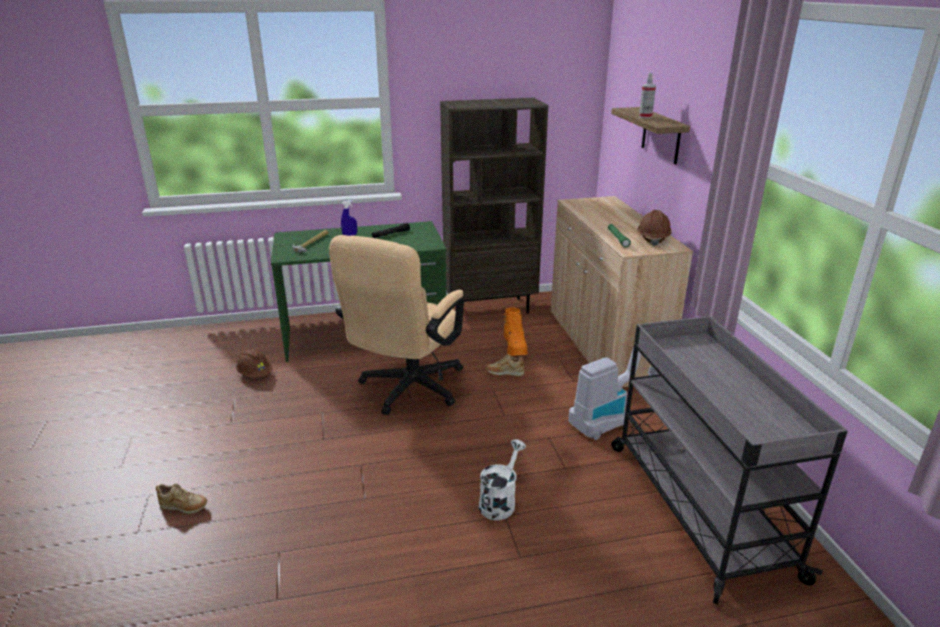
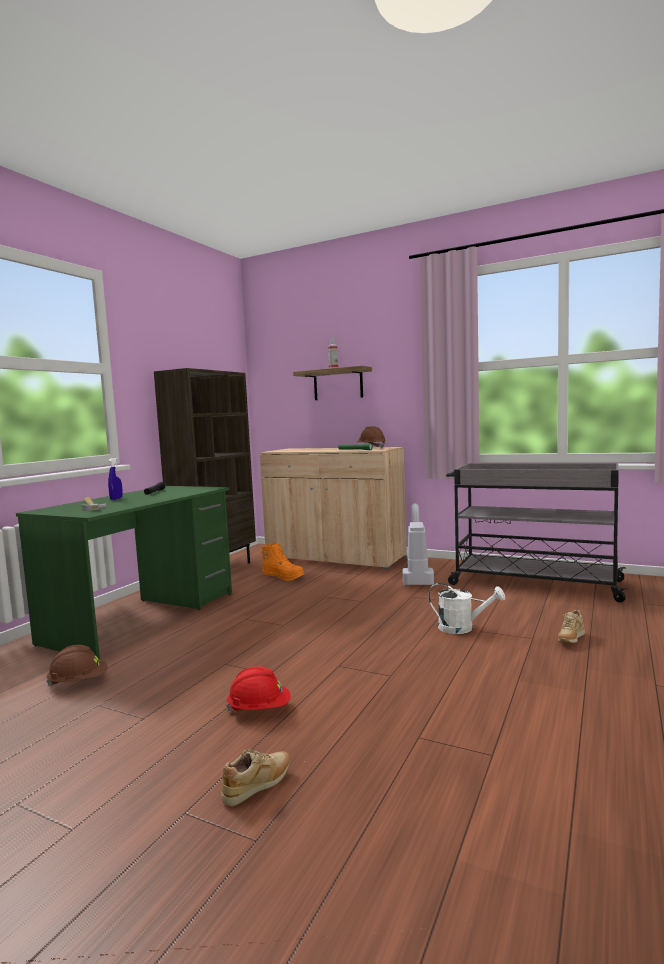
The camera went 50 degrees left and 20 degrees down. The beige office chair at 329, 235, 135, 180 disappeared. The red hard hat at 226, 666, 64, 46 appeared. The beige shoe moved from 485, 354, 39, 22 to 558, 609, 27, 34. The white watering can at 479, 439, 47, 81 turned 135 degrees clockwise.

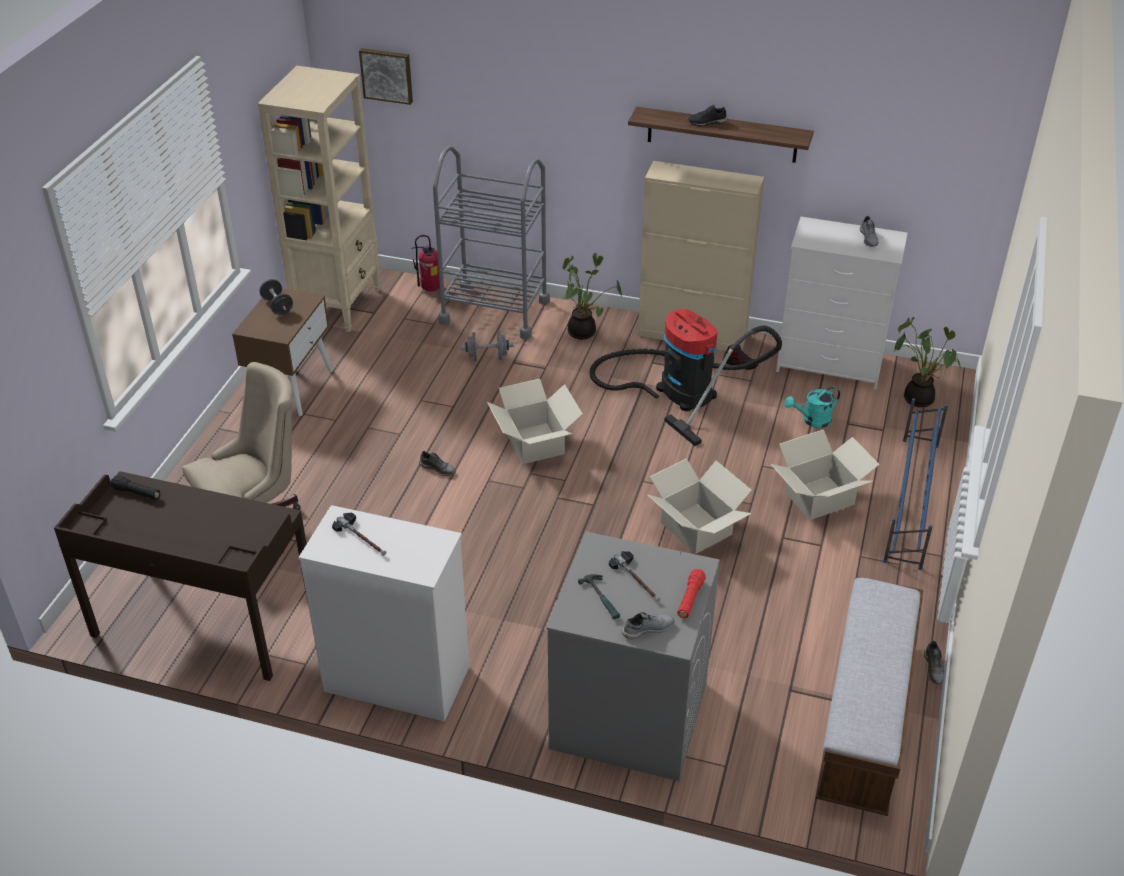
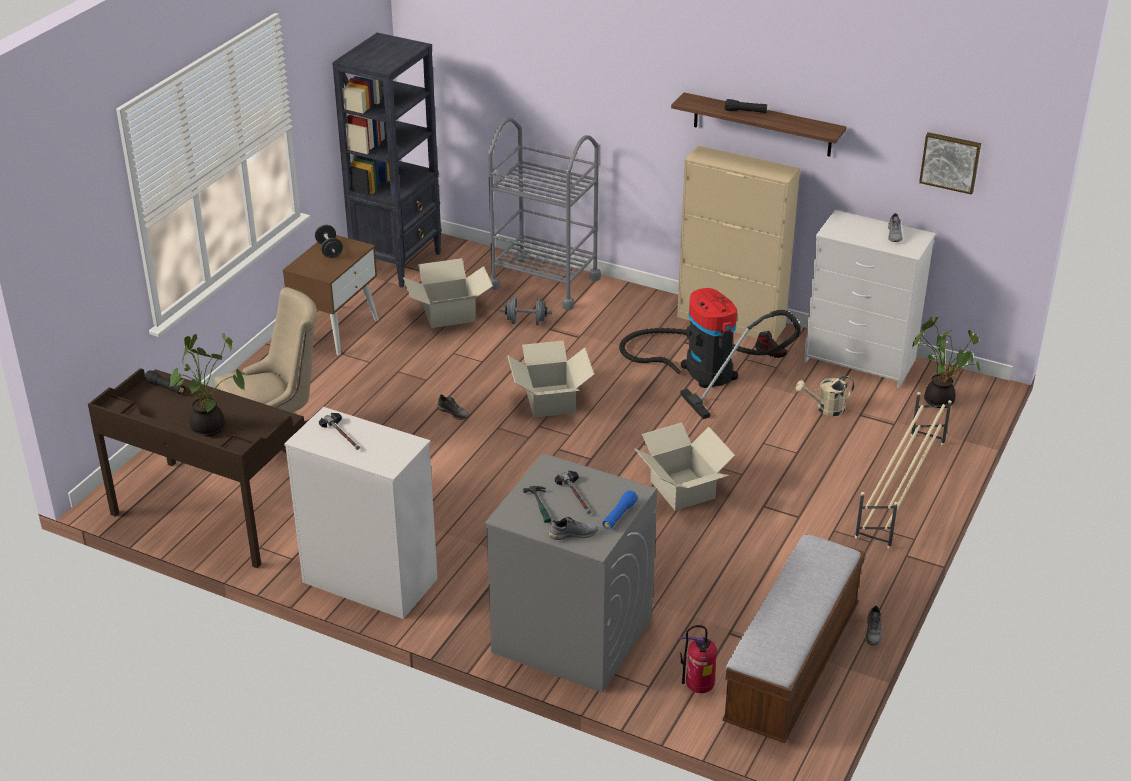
The camera went 10 degrees right and 5 degrees down. The picture moved from 359, 48, 54, 57 to 919, 132, 62, 63. The fire extinguisher moved from 411, 235, 29, 56 to 680, 625, 37, 68. The potted plant moved from 562, 253, 60, 86 to 169, 333, 76, 104. The cardboard box moved from 771, 429, 109, 91 to 403, 258, 90, 70. The black shoe at 687, 105, 40, 21 was replaced by the black flashlight at 725, 99, 42, 14. The beige bookcase at 258, 66, 122, 266 became the black bookcase at 332, 33, 110, 255. The red flashlight at 677, 569, 29, 49 became the blue flashlight at 602, 490, 36, 39. The turquoise watering can at 784, 386, 56, 42 became the beige watering can at 796, 376, 58, 40. The blue shoe rack at 883, 398, 65, 172 became the beige shoe rack at 855, 392, 97, 157.

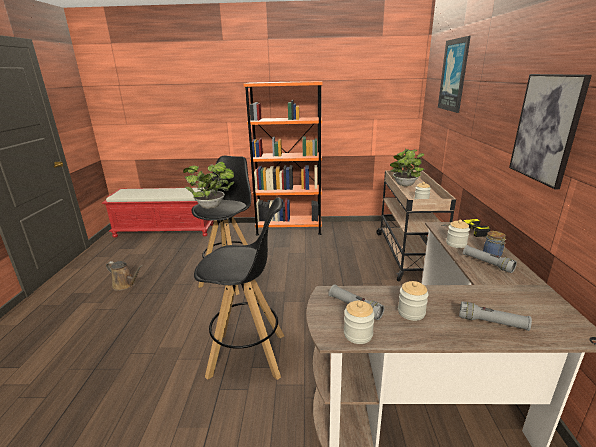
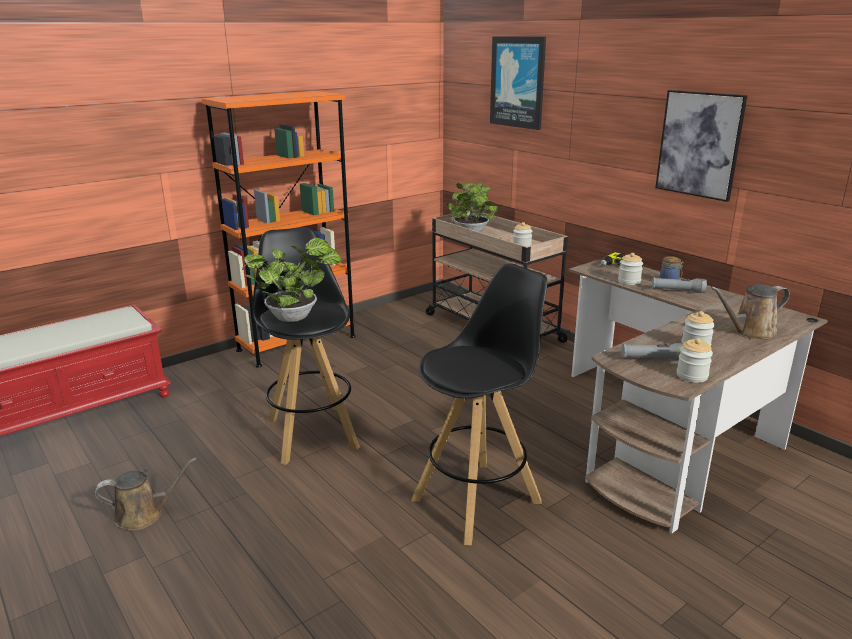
The camera went 40 degrees left and 0 degrees up. The grey flashlight at 459, 302, 73, 29 was replaced by the brown watering can at 710, 284, 80, 55.

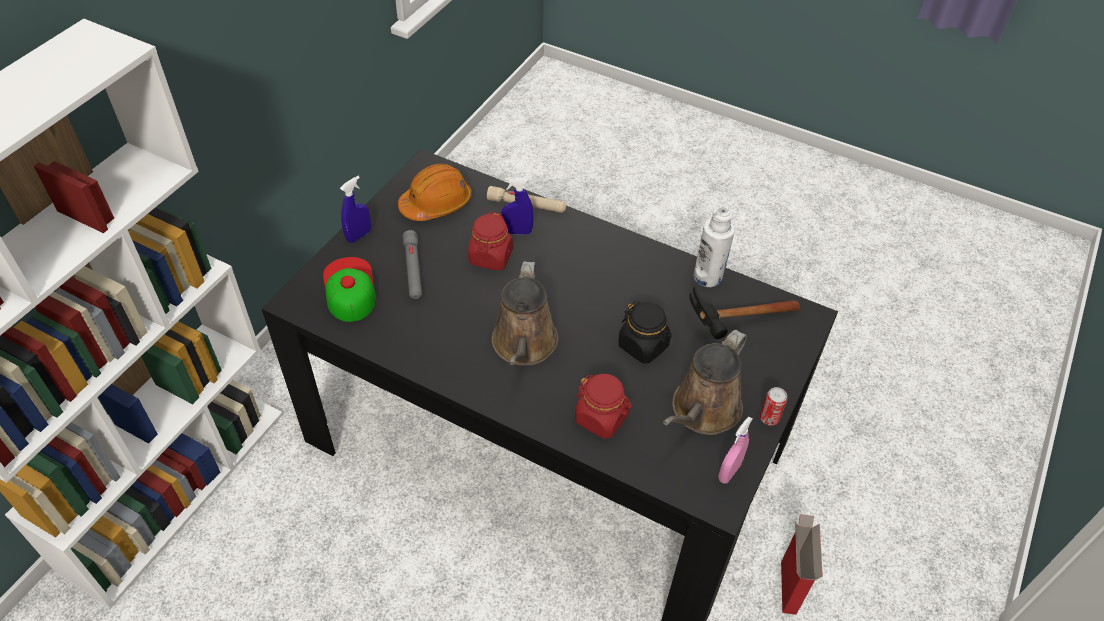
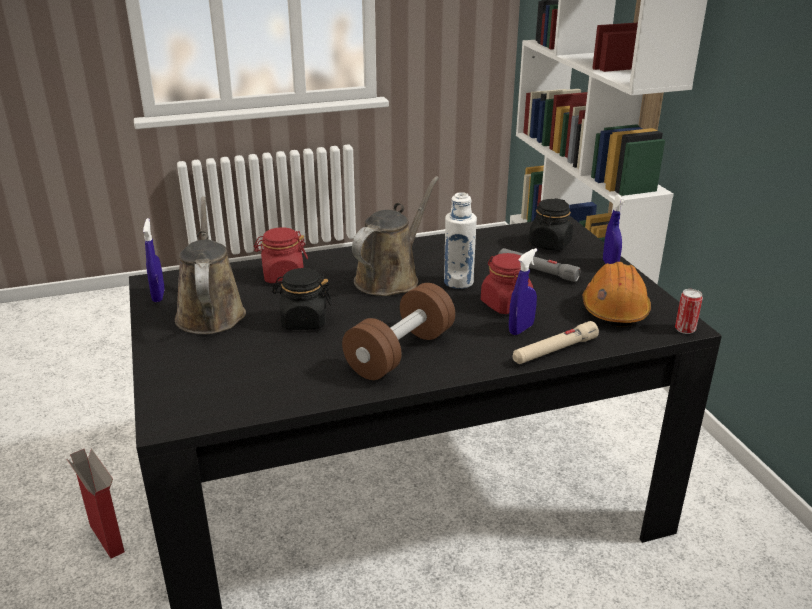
The camera went 135 degrees right and 20 degrees down. The hammer at 689, 286, 111, 53 disappeared. The brown dumbbell at 342, 283, 113, 97 appeared. The white bottle moved from 694, 206, 41, 81 to 444, 192, 33, 97. The can moved from 760, 387, 27, 39 to 675, 289, 28, 45. The cap at 323, 257, 53, 65 was replaced by the black jar at 529, 198, 44, 53. The pink spray bottle at 718, 416, 34, 68 became the blue spray bottle at 143, 218, 22, 84. The brown watering can at 492, 261, 66, 105 turned 75 degrees clockwise.

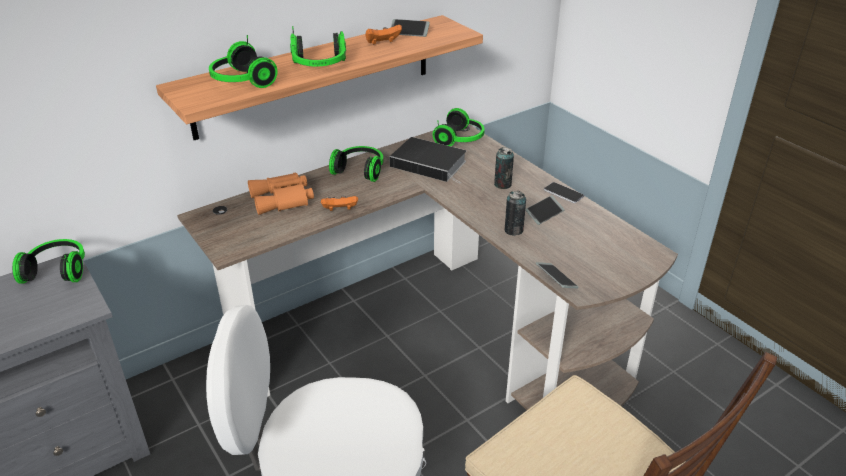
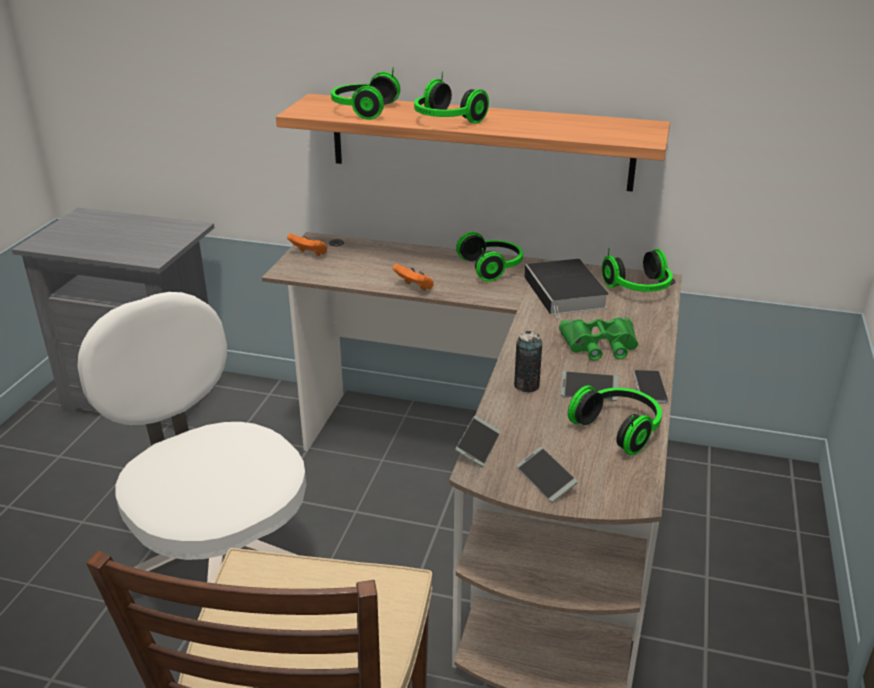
The camera went 50 degrees right and 5 degrees down. The orange binoculars at 248, 173, 66, 42 disappeared. The headphones moved from 12, 239, 73, 45 to 568, 385, 94, 70. The orange game controller moved from 366, 25, 36, 20 to 287, 233, 40, 23. The phone moved from 391, 19, 39, 18 to 516, 447, 62, 55. The can at 494, 147, 20, 42 was replaced by the green binoculars at 559, 317, 79, 44.

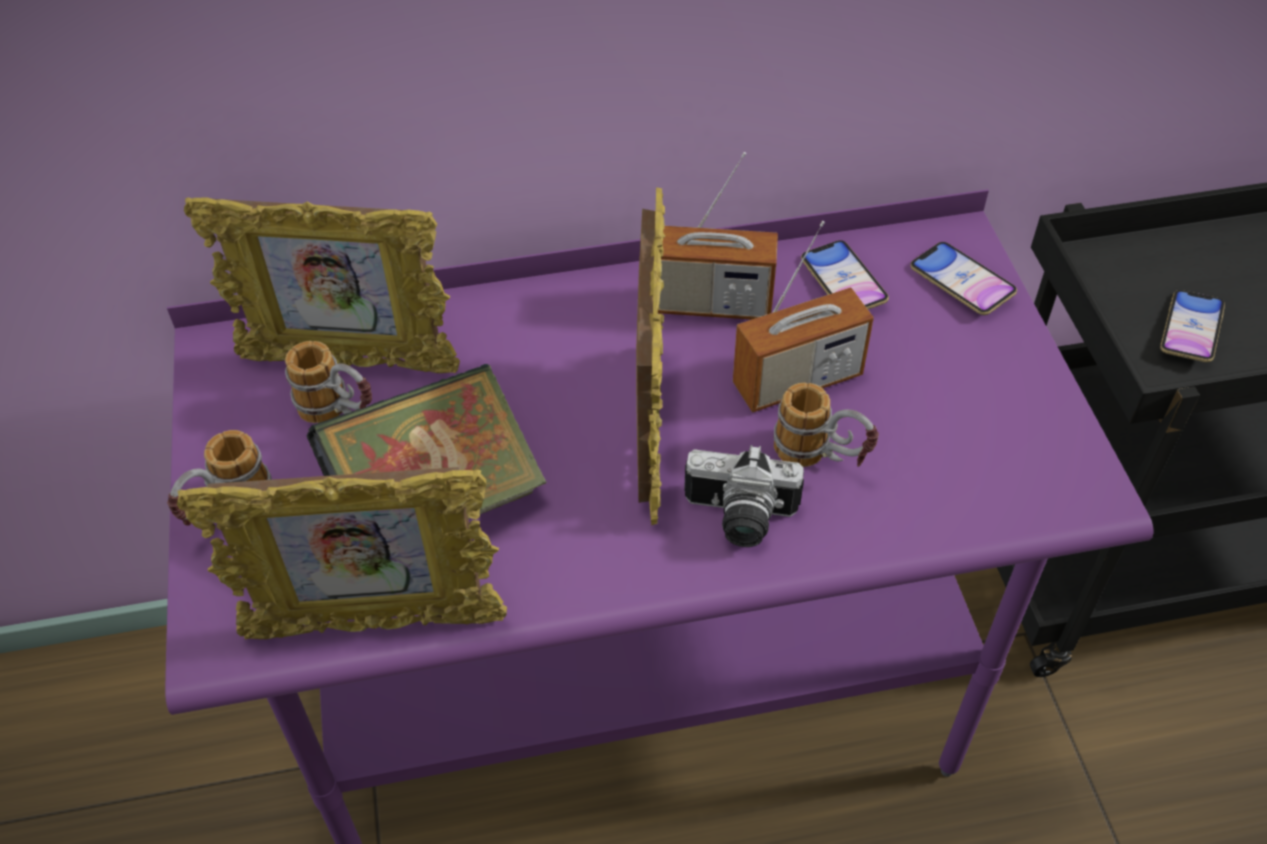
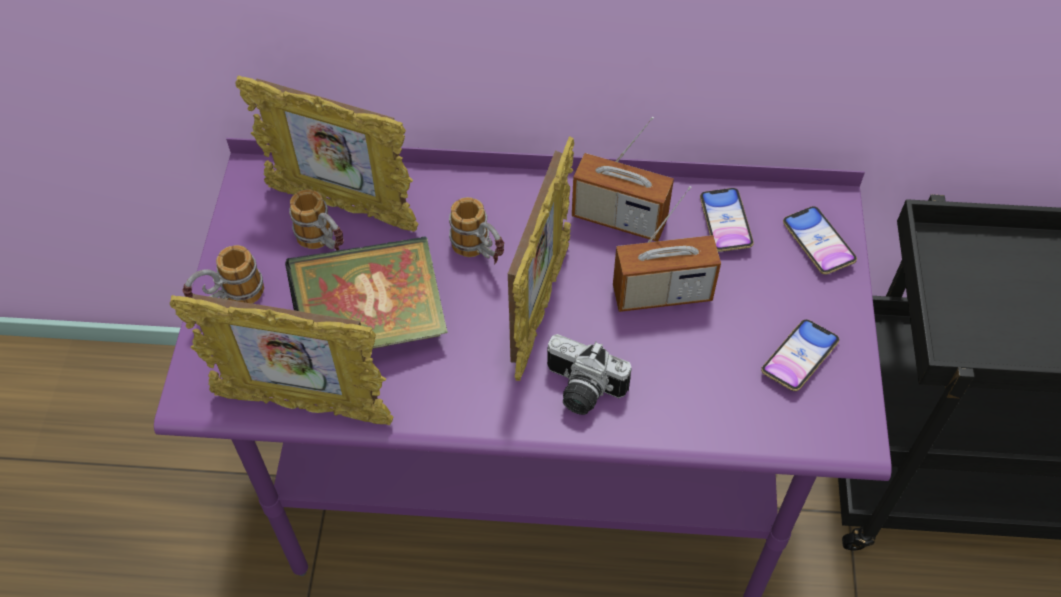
The camera went 15 degrees right and 5 degrees up. The mug moved from 774, 382, 105, 85 to 449, 197, 55, 68. The phone moved from 1160, 290, 65, 72 to 761, 320, 78, 71.

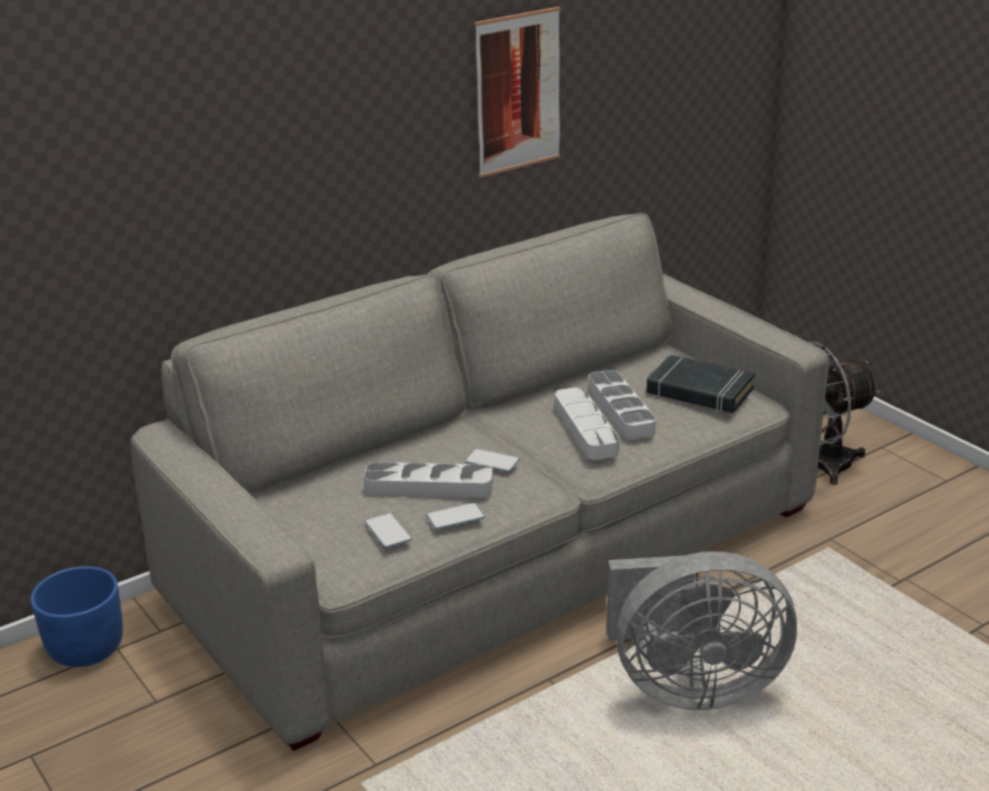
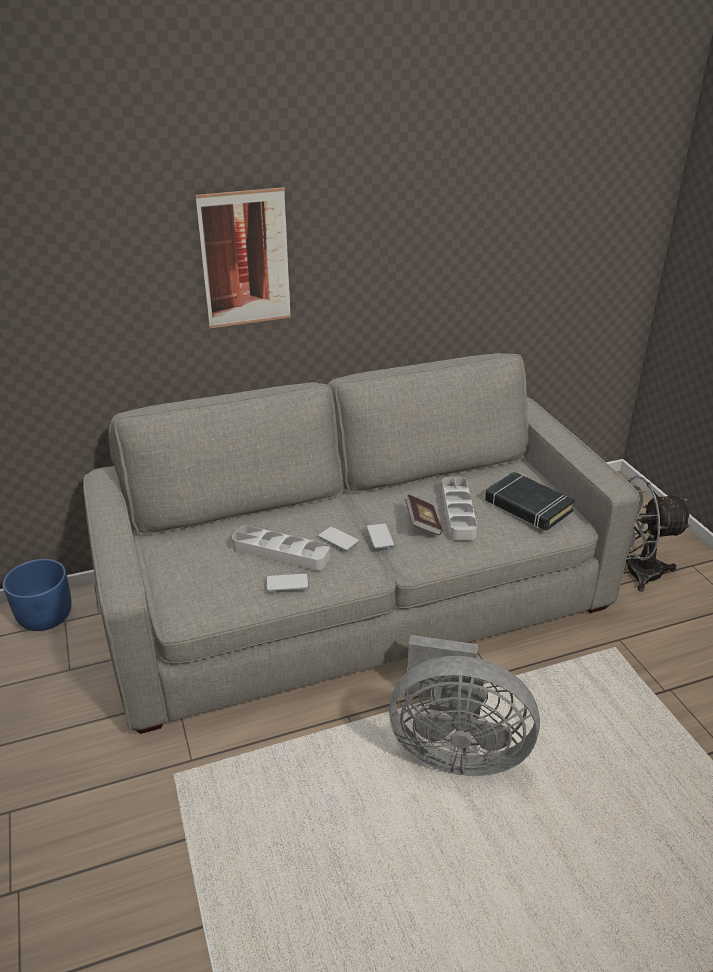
The camera went 15 degrees right and 5 degrees up. The phone moved from 365, 513, 47, 35 to 366, 523, 29, 26. The picture moved from 475, 7, 86, 171 to 195, 187, 96, 141. The grey tray at 555, 387, 64, 73 was replaced by the book at 405, 495, 37, 40.

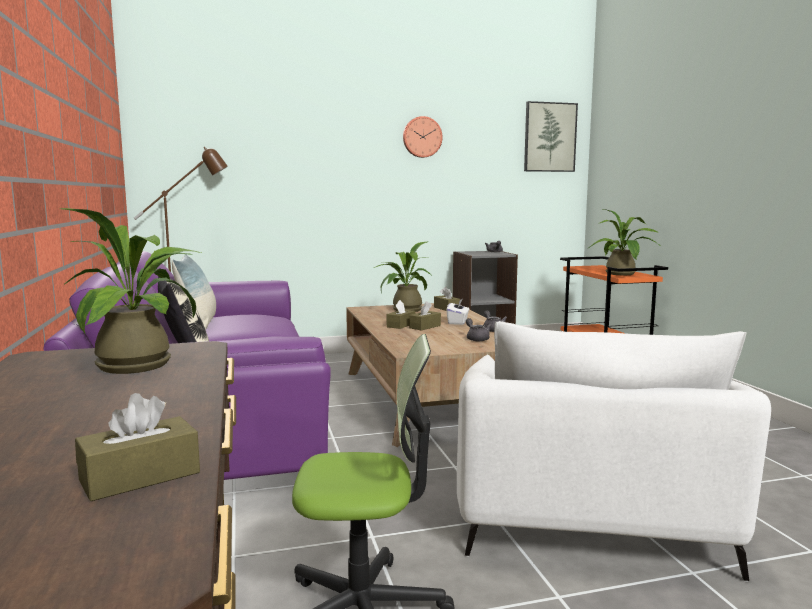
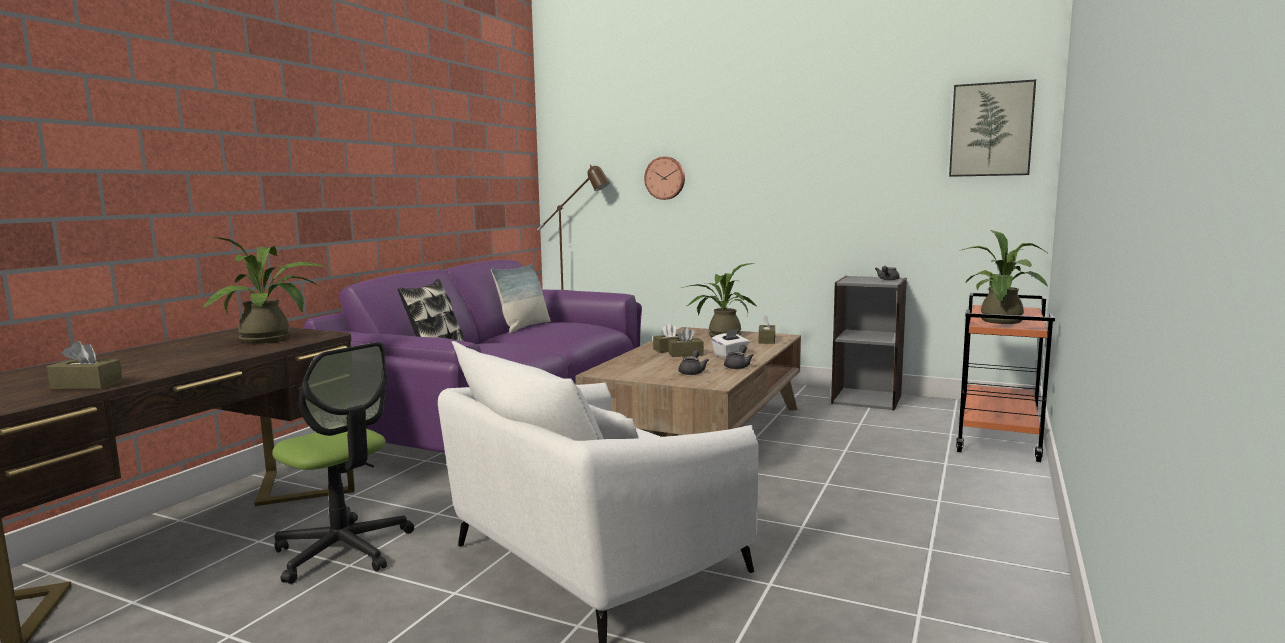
The camera went 40 degrees right and 0 degrees up. The wall clock moved from 403, 116, 40, 42 to 644, 157, 41, 43.

